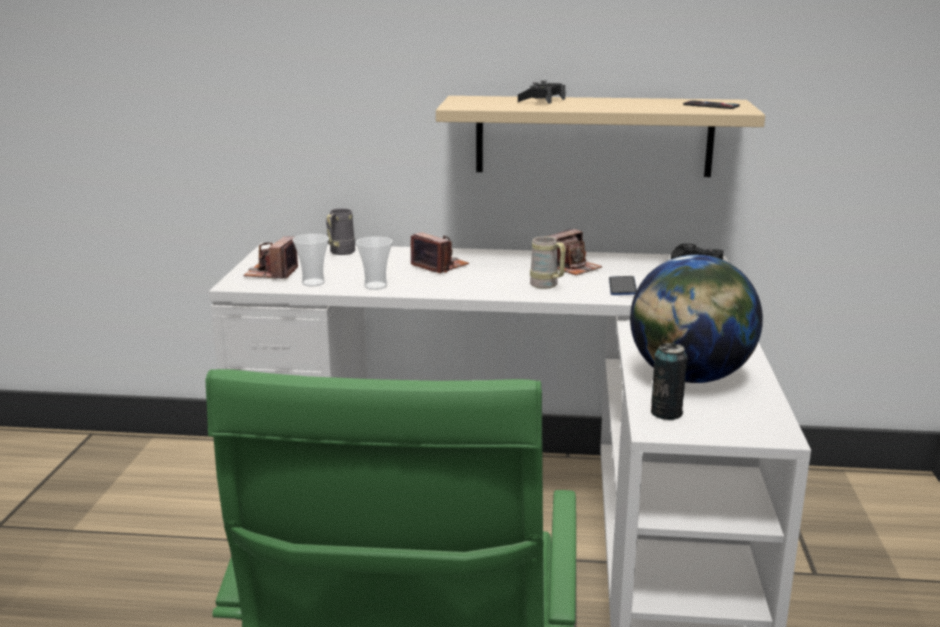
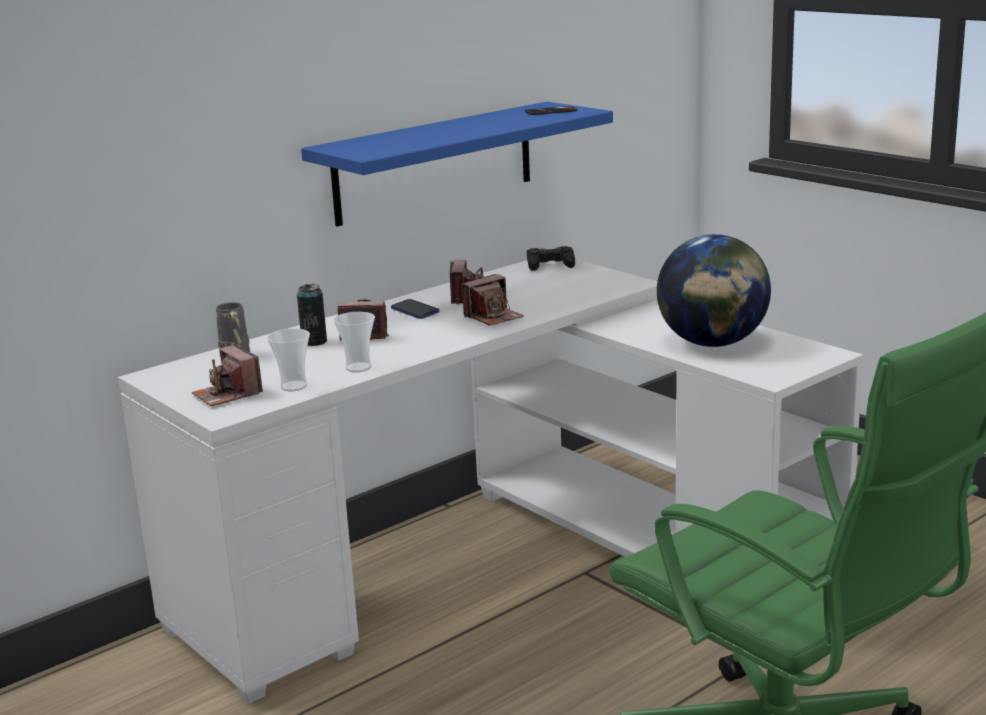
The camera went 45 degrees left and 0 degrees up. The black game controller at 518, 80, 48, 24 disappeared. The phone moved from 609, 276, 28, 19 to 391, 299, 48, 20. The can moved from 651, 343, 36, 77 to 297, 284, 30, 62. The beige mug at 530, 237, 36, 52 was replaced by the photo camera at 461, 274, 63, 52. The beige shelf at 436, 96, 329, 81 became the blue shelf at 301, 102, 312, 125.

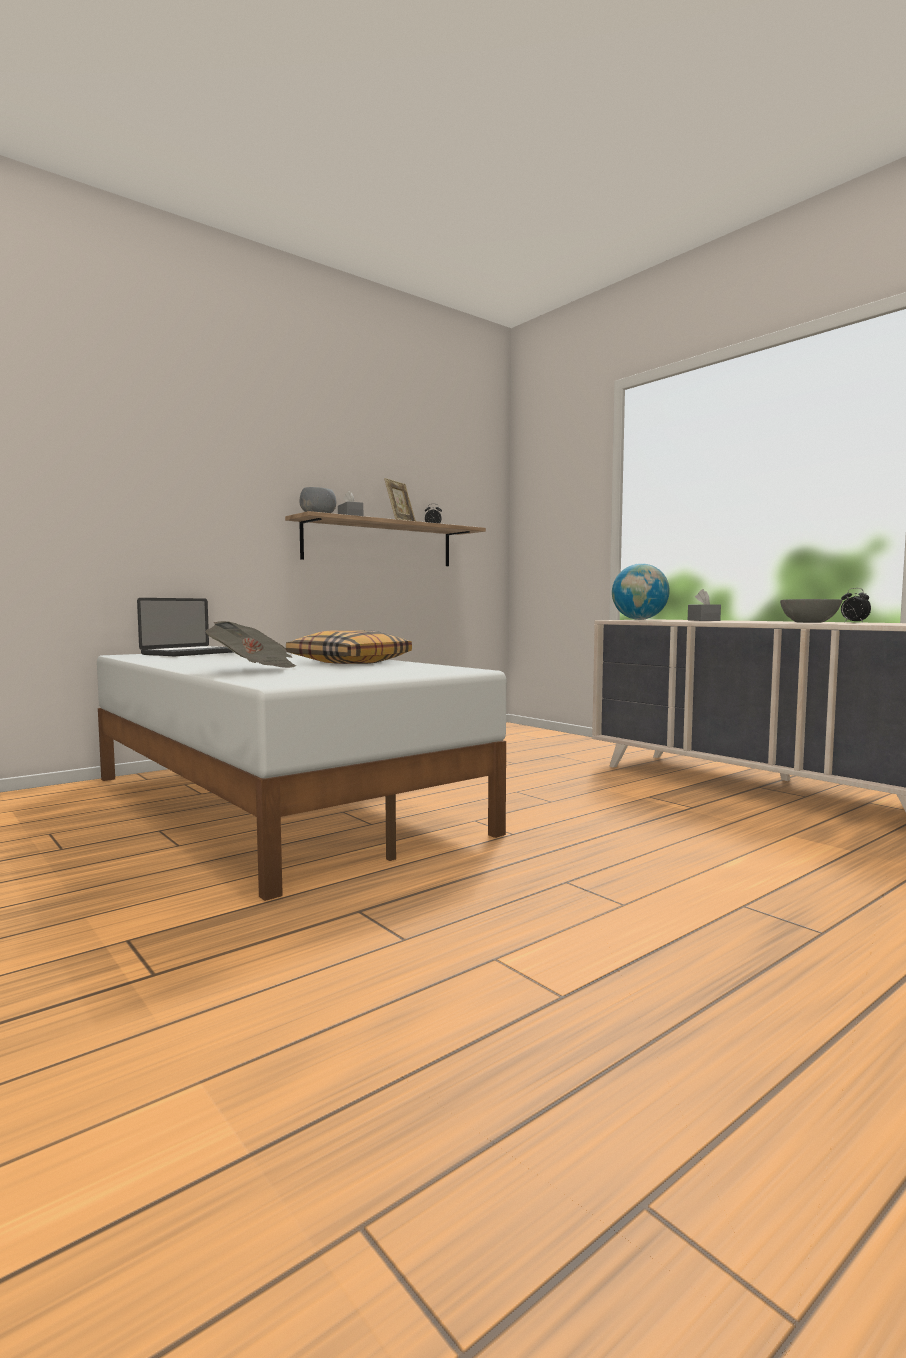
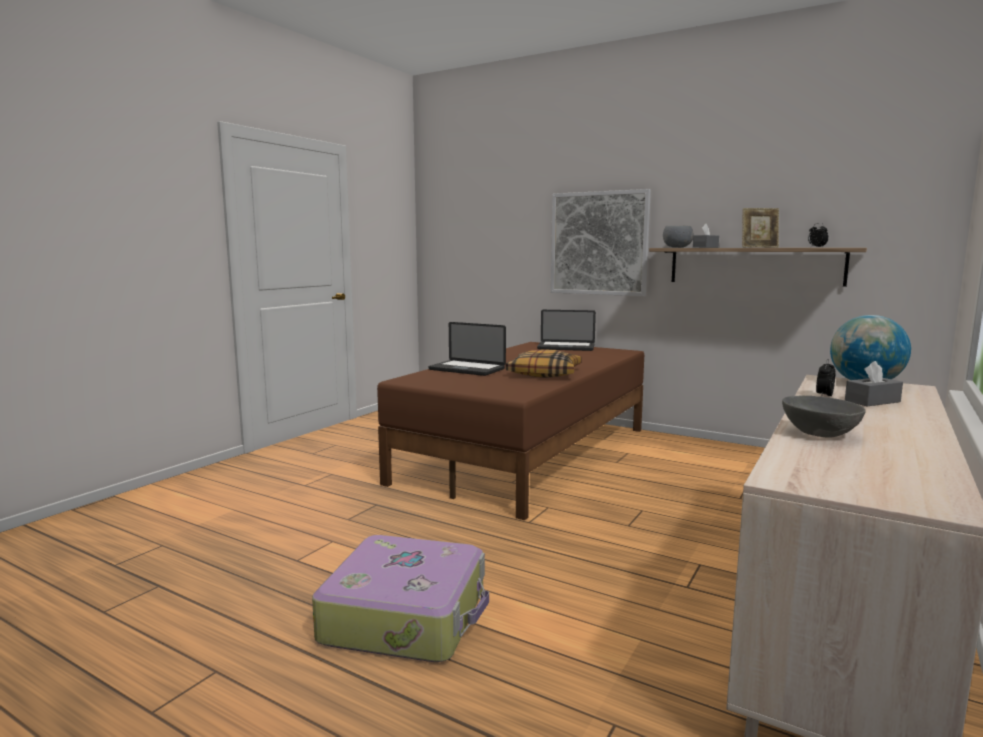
The camera went 70 degrees right and 5 degrees up. The suitcase at 312, 535, 177, 127 appeared. The picture at 551, 189, 100, 107 appeared. The alarm clock moved from 841, 588, 30, 34 to 816, 359, 19, 38. The newspaper at 206, 621, 90, 47 was replaced by the laptop at 428, 322, 78, 54. The white bed at 97, 652, 409, 249 became the brown bed at 377, 342, 267, 178.

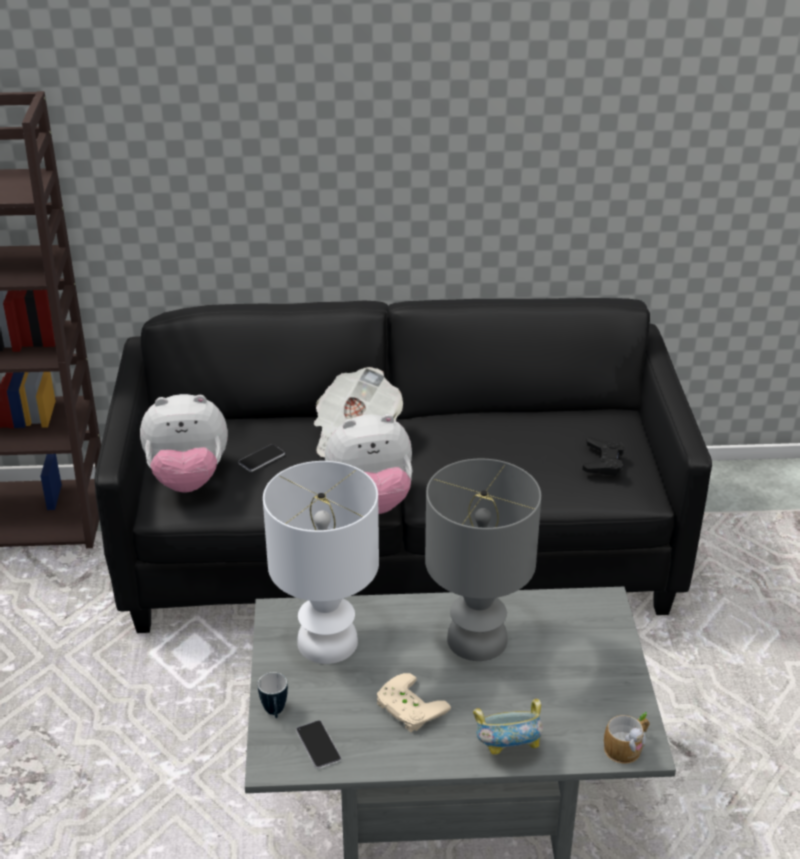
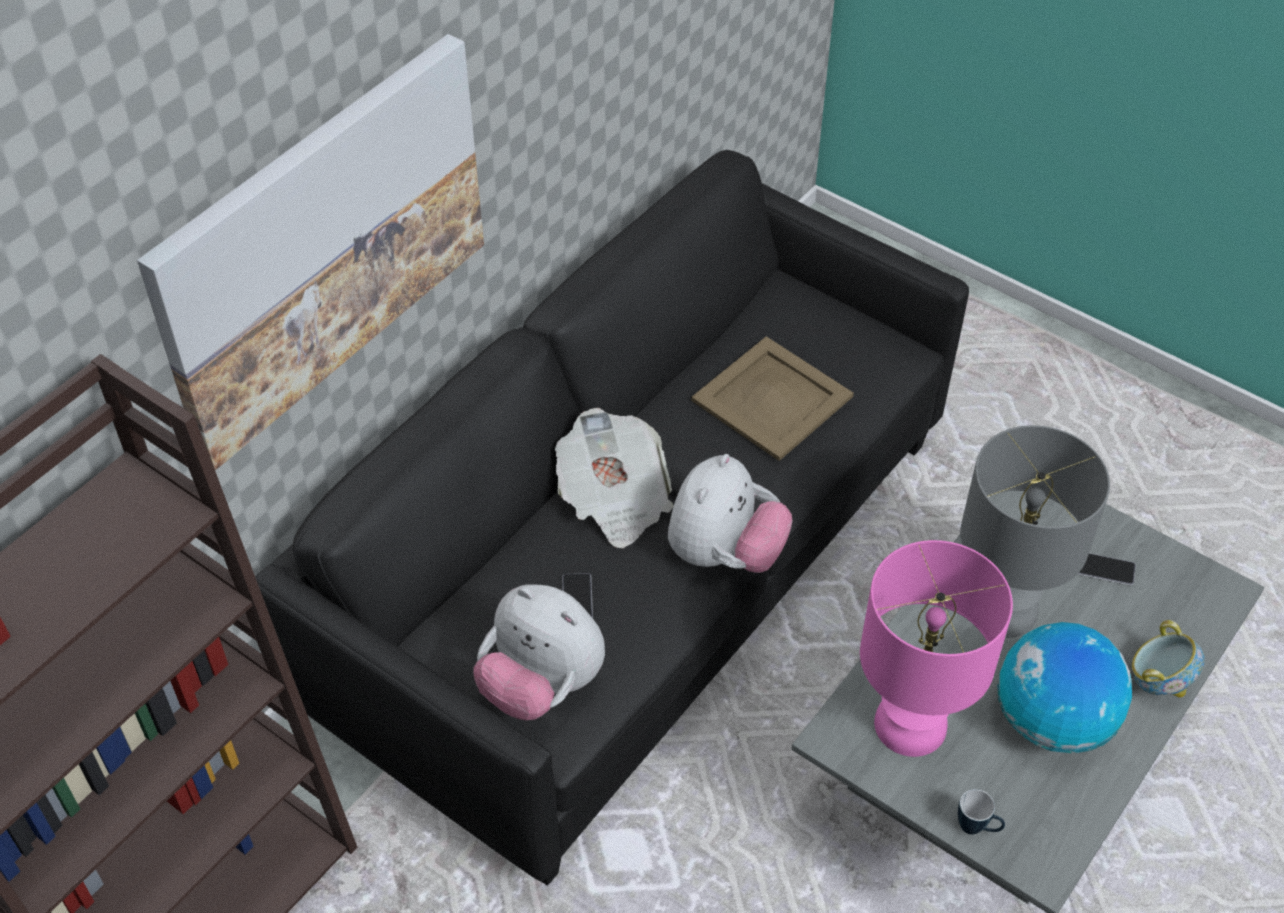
The camera went 50 degrees left and 15 degrees up. The black game controller at 583, 437, 42, 39 disappeared. The mug at 604, 712, 46, 52 disappeared. The picture at 137, 34, 347, 436 appeared. The beige tray at 691, 336, 163, 125 appeared. The phone moved from 296, 720, 45, 49 to 1077, 553, 59, 33. The beige game controller at 377, 673, 74, 59 was replaced by the globe at 998, 622, 134, 131. The white table lamp at 263, 461, 116, 203 became the pink table lamp at 860, 540, 153, 217. The plush toy at 140, 394, 88, 98 turned 90 degrees clockwise.

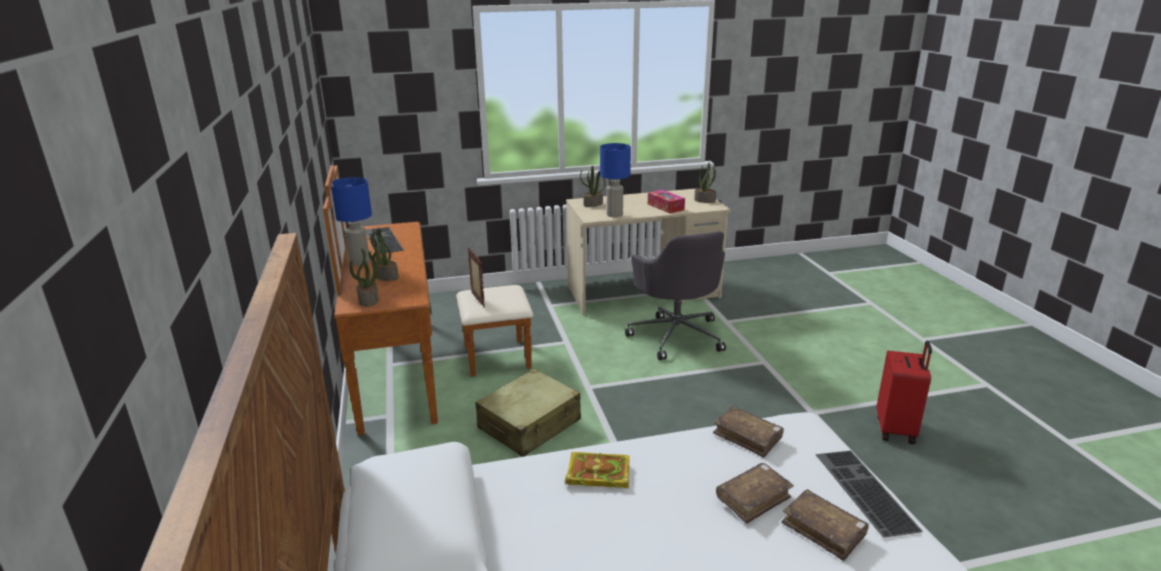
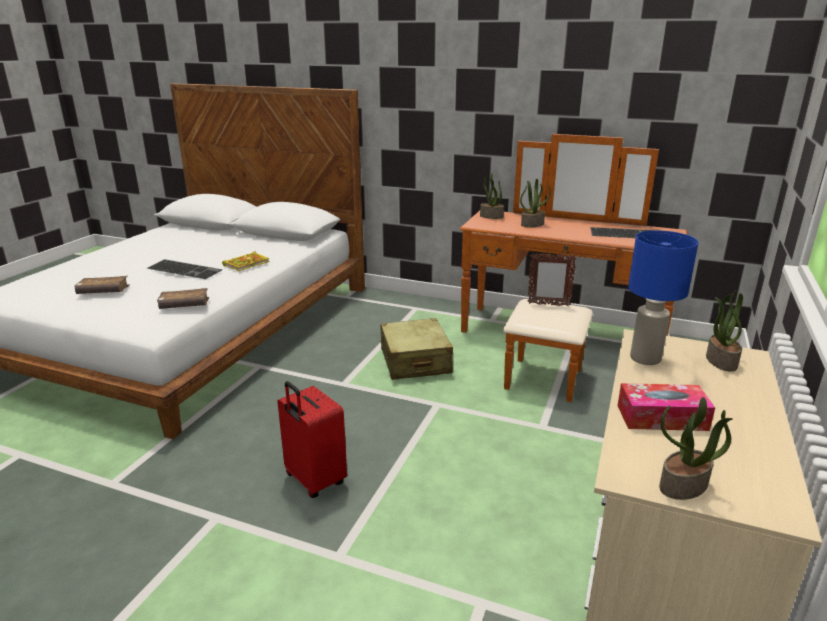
The camera went 125 degrees right and 0 degrees up. The blue table lamp at 331, 177, 41, 89 disappeared. The grey office chair at 625, 231, 101, 129 disappeared. The brown book at 716, 463, 78, 61 disappeared. The keyboard moved from 815, 451, 108, 86 to 147, 259, 75, 20. The red suitcase moved from 877, 341, 55, 103 to 277, 381, 70, 117.

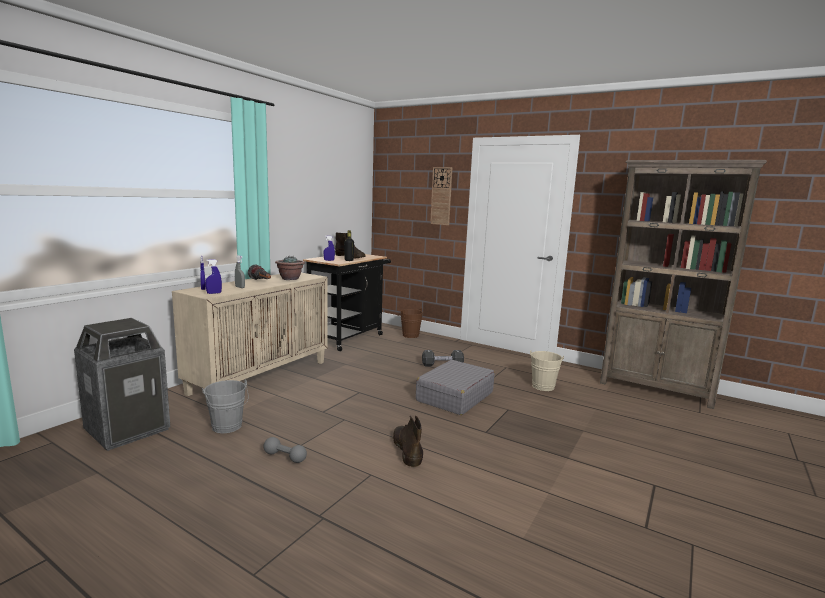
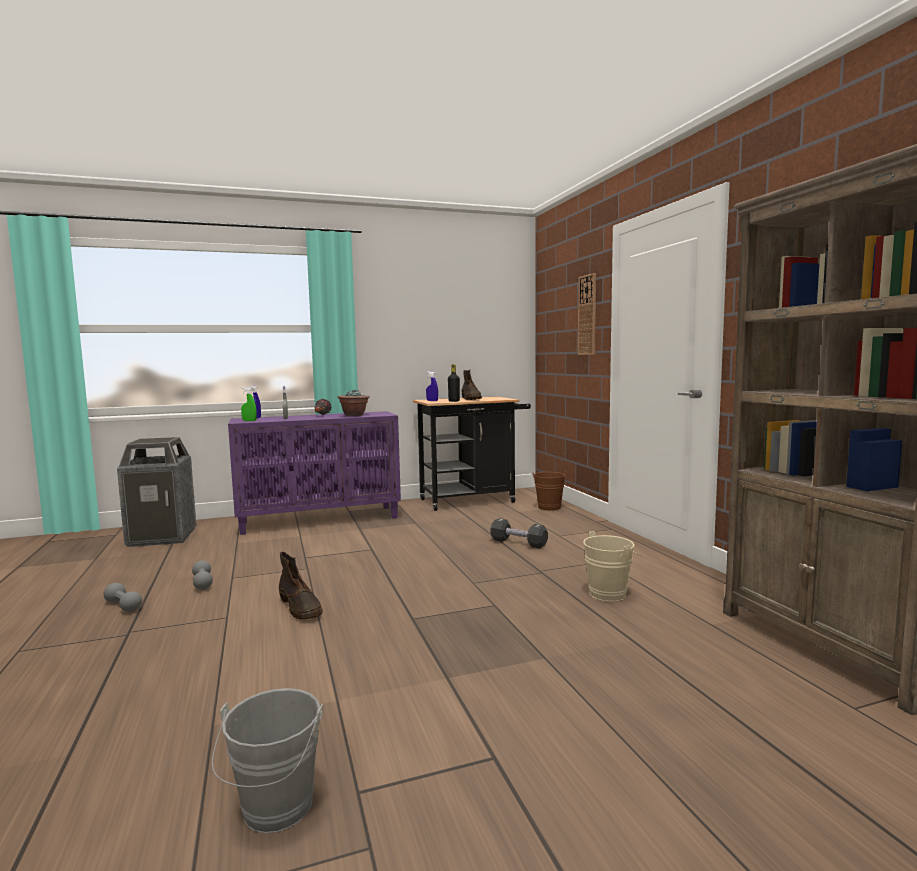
The camera went 40 degrees right and 5 degrees down. The grey suitcase at 416, 360, 79, 55 disappeared. The grey dumbbell at 104, 583, 38, 29 appeared. The grey bucket moved from 202, 380, 46, 53 to 212, 688, 111, 145. The beige cabinet at 172, 273, 156, 123 became the purple cabinet at 228, 411, 173, 124. The blue spray bottle at 205, 259, 17, 35 became the green spray bottle at 241, 387, 16, 34. The brown boot at 393, 416, 30, 51 turned 120 degrees clockwise.

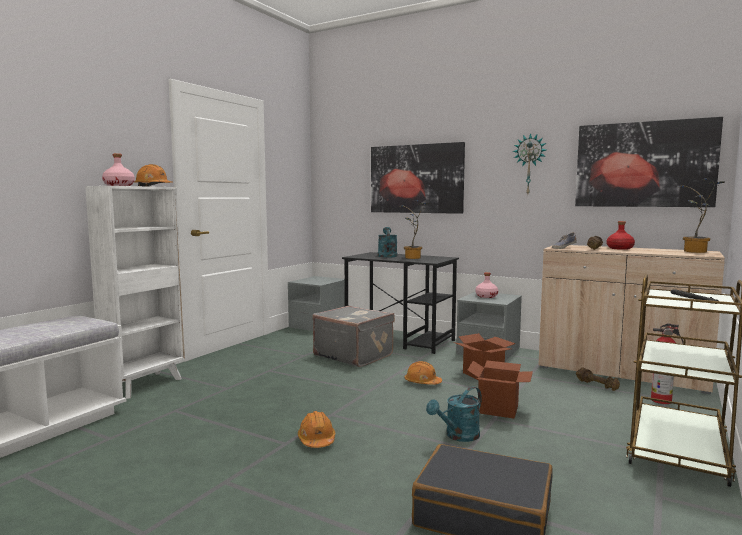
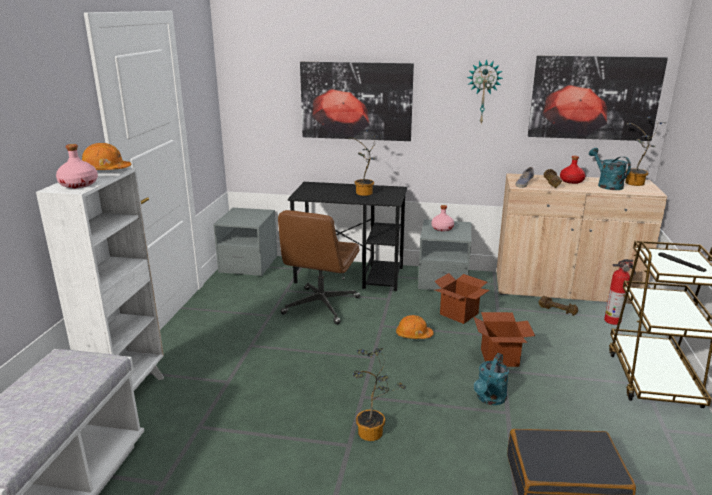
The camera went 20 degrees left and 15 degrees up. The turquoise watering can moved from 378, 227, 19, 31 to 589, 148, 42, 42. The orange hard hat at 298, 411, 37, 37 was replaced by the potted plant at 353, 348, 53, 93. The grey suitcase at 312, 306, 83, 61 was replaced by the brown office chair at 278, 210, 82, 114.

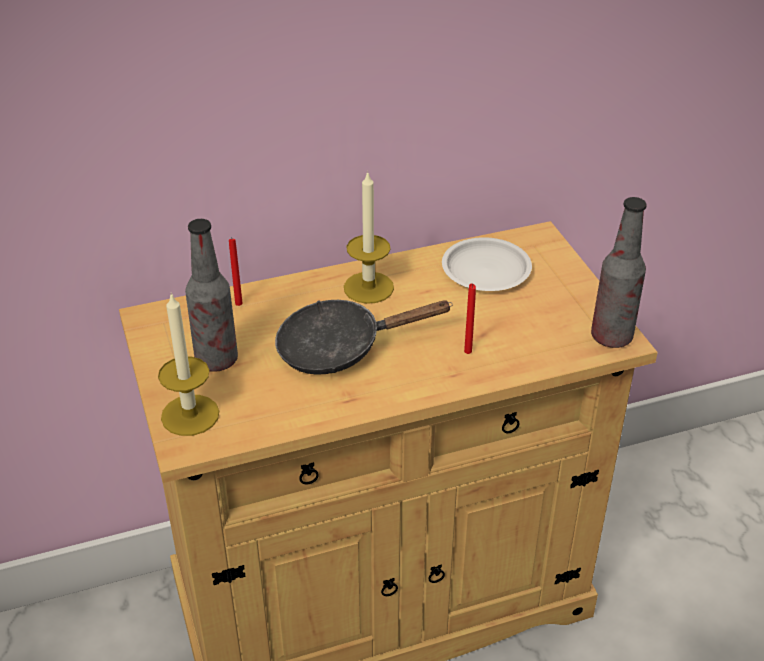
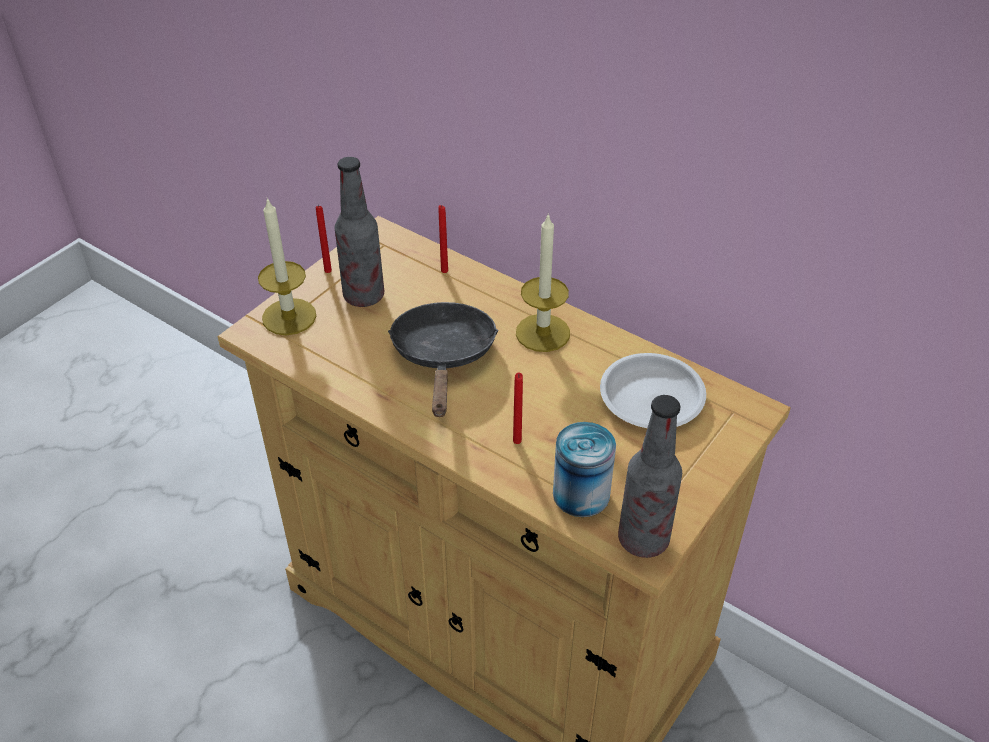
The camera went 55 degrees right and 5 degrees up. The red candle at 316, 205, 16, 68 appeared. The can at 553, 422, 63, 95 appeared. The black frying pan at 275, 300, 178, 75 turned 45 degrees clockwise.

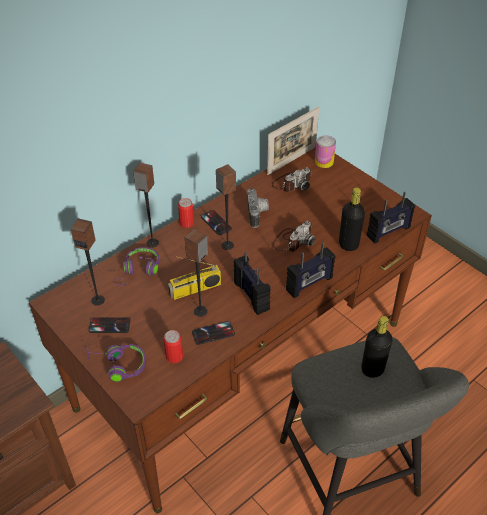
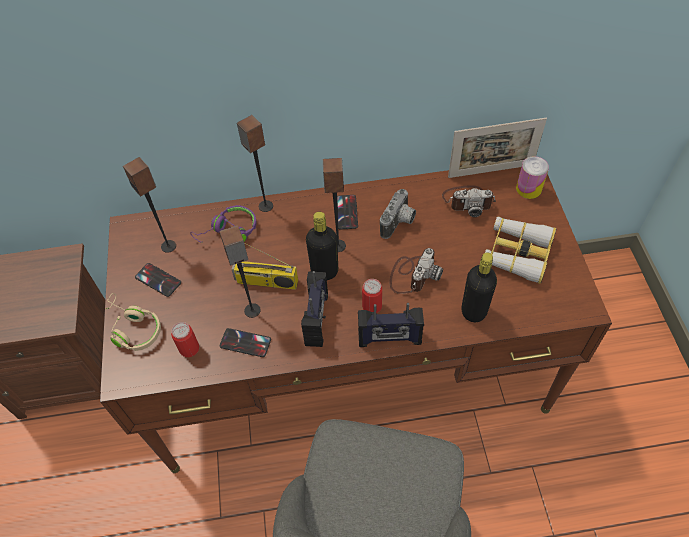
The camera went 35 degrees right and 10 degrees up. The radio at 367, 192, 48, 52 disappeared. The binoculars at 485, 217, 71, 67 appeared. The can moved from 178, 198, 16, 30 to 362, 279, 20, 34. The black bottle moved from 361, 316, 32, 62 to 306, 212, 32, 68. The purple headphones at 86, 344, 60, 38 became the beige headphones at 106, 293, 55, 58. The photo camera at 273, 221, 43, 31 turned 45 degrees counterclockwise.

